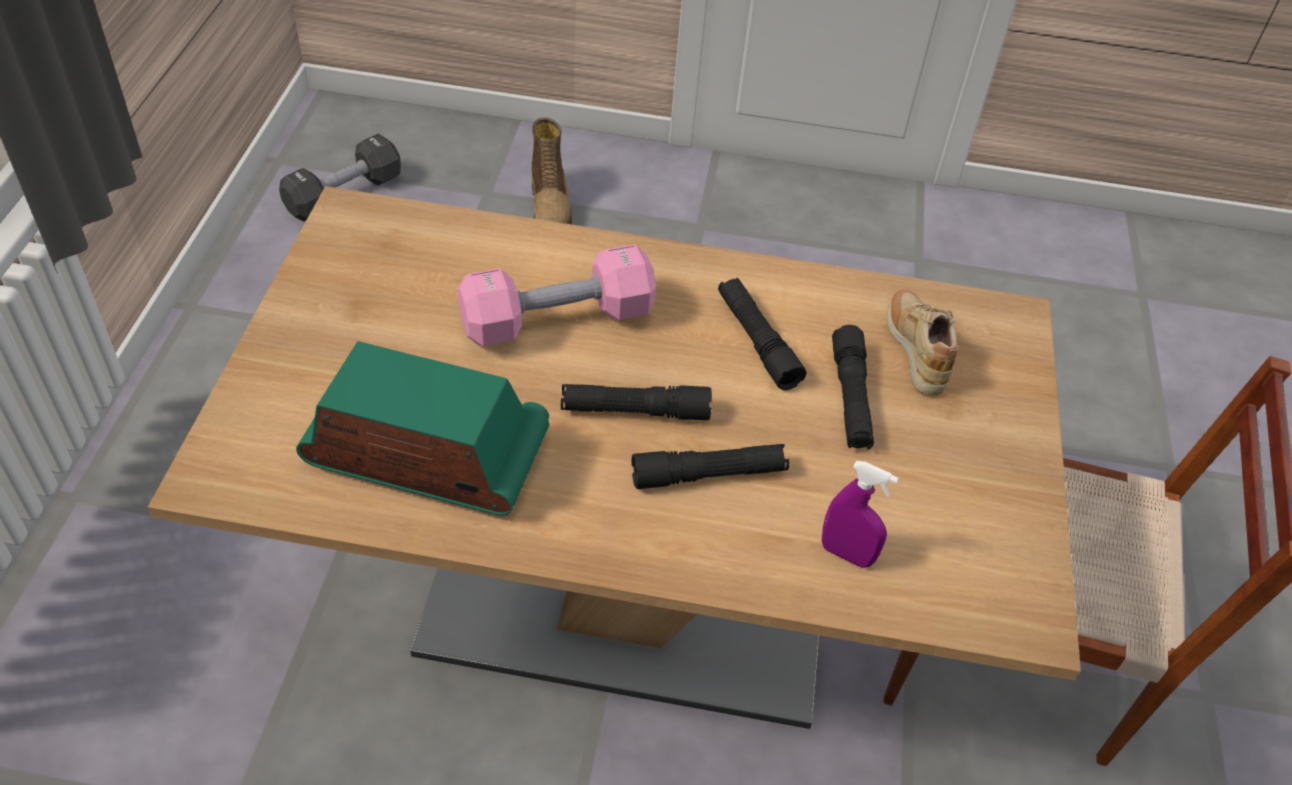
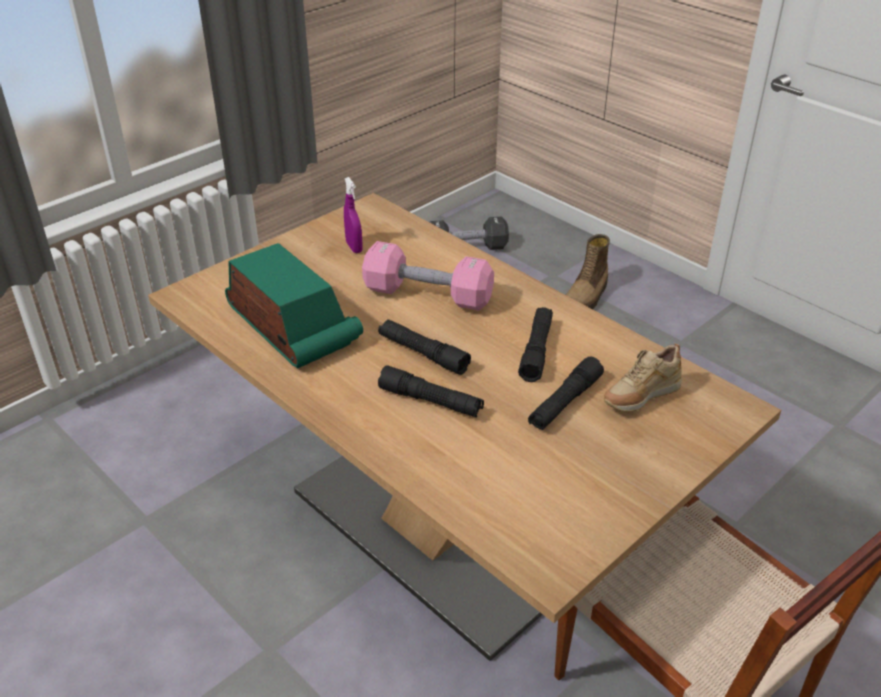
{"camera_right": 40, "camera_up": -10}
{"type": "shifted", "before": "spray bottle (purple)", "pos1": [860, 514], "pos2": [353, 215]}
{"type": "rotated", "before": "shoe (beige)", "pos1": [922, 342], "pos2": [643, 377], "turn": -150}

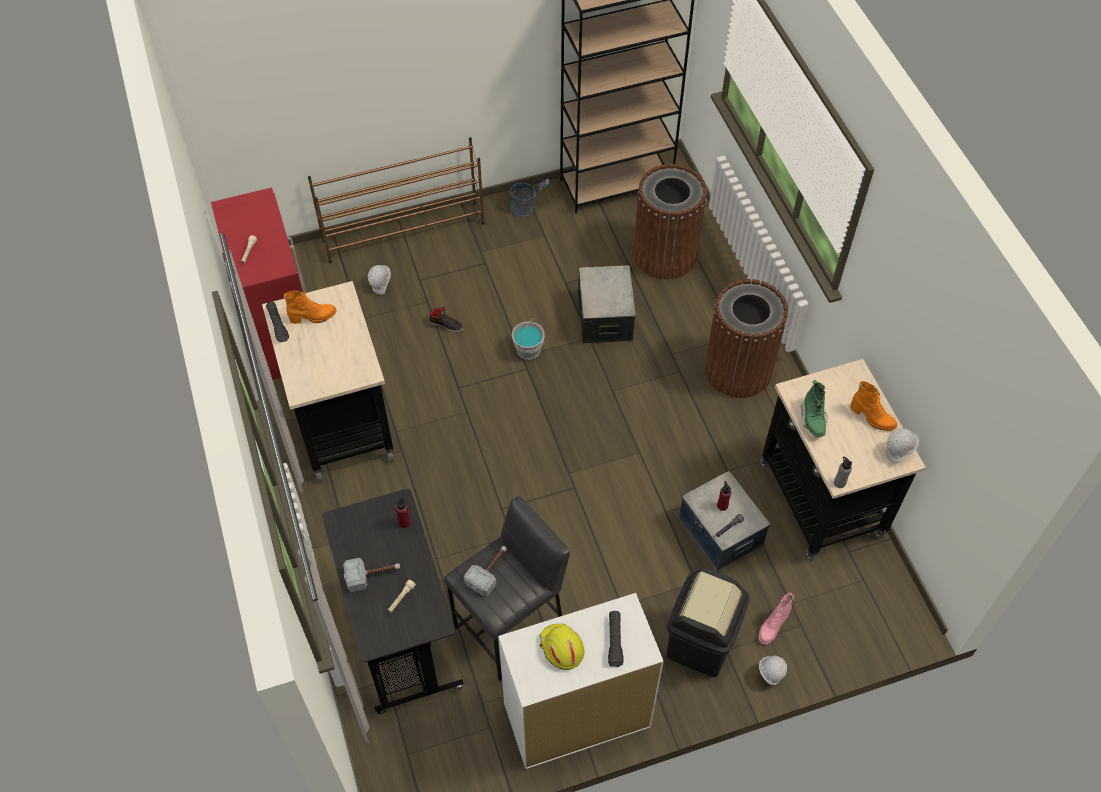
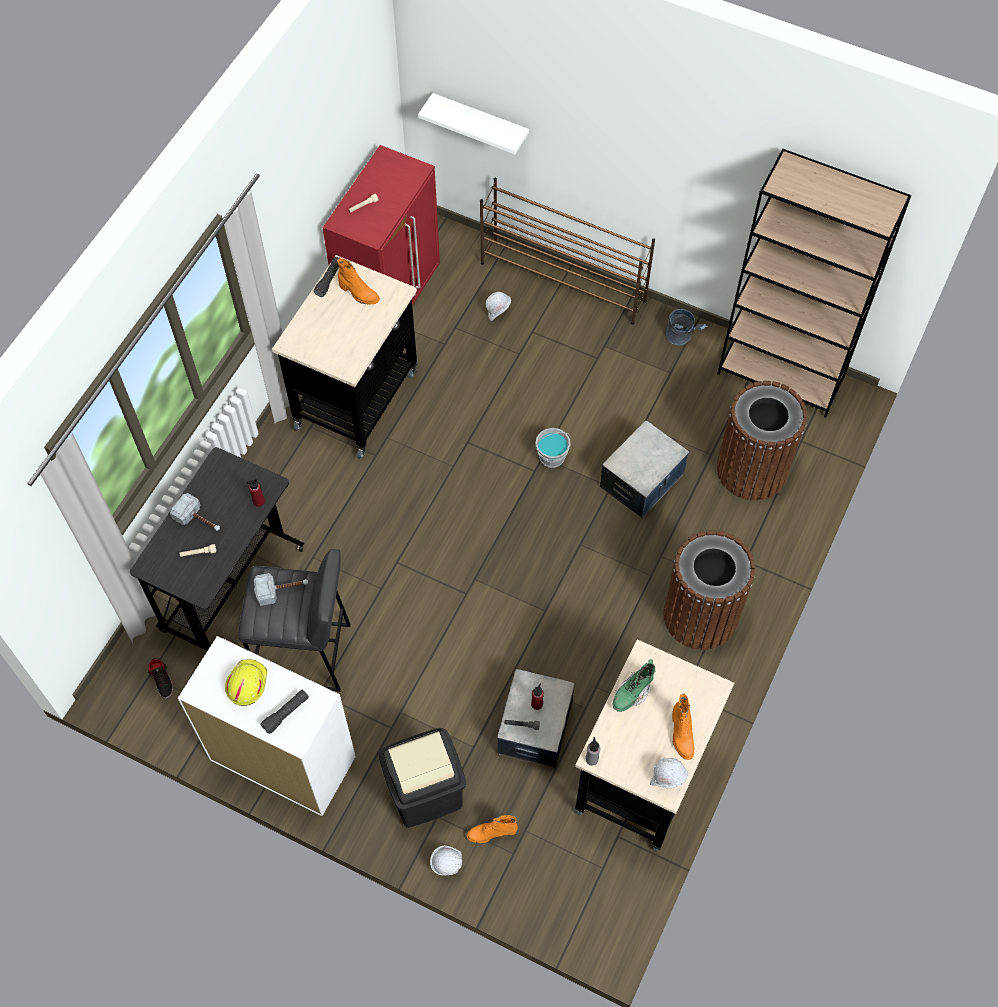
{"camera_right": 45, "camera_up": 5}
{"type": "new", "after": "shelf (white)", "pos2": [473, 123]}
{"type": "shifted", "before": "shoe (black)", "pos1": [446, 319], "pos2": [160, 678]}
{"type": "repainted", "before": "boot (pink)", "after": "boot (orange)", "pos1": [776, 619], "pos2": [492, 829]}

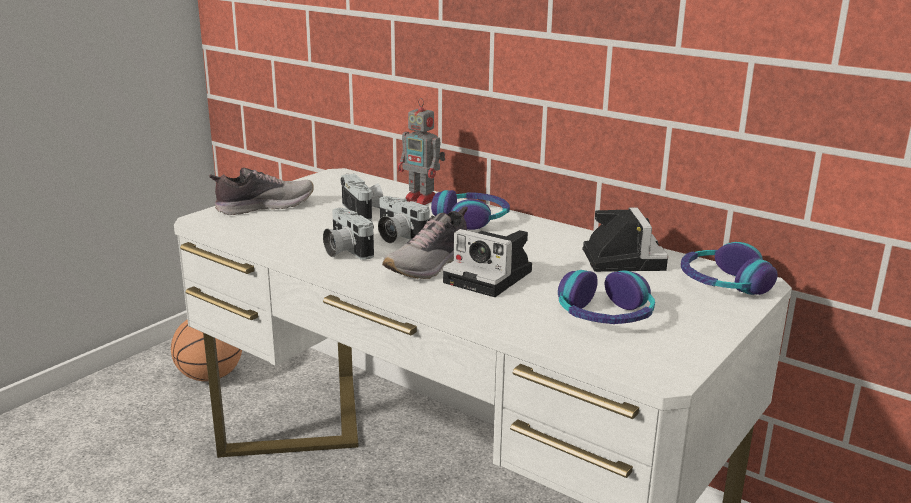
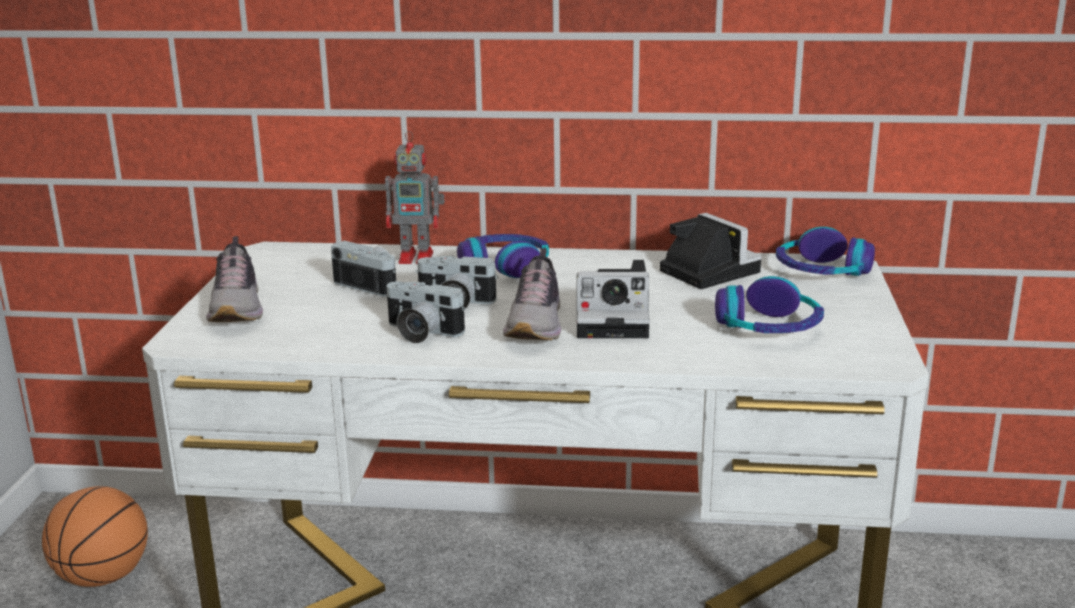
{"camera_right": -30, "camera_up": 0}
{"type": "rotated", "before": "shoe", "pos1": [261, 191], "pos2": [234, 279], "turn": 135}

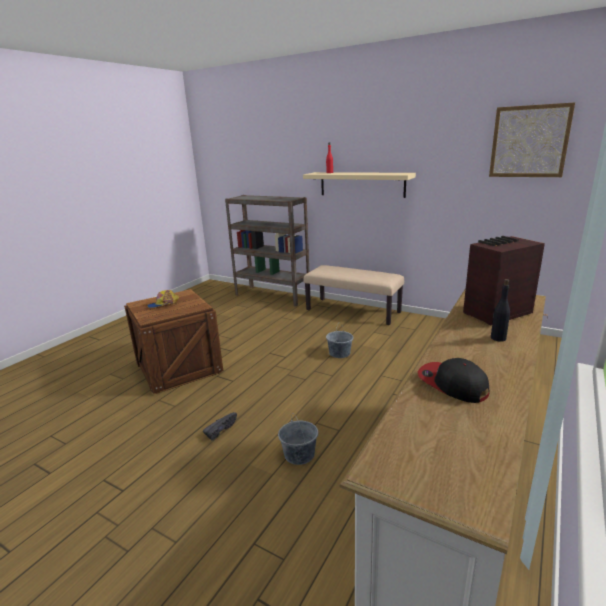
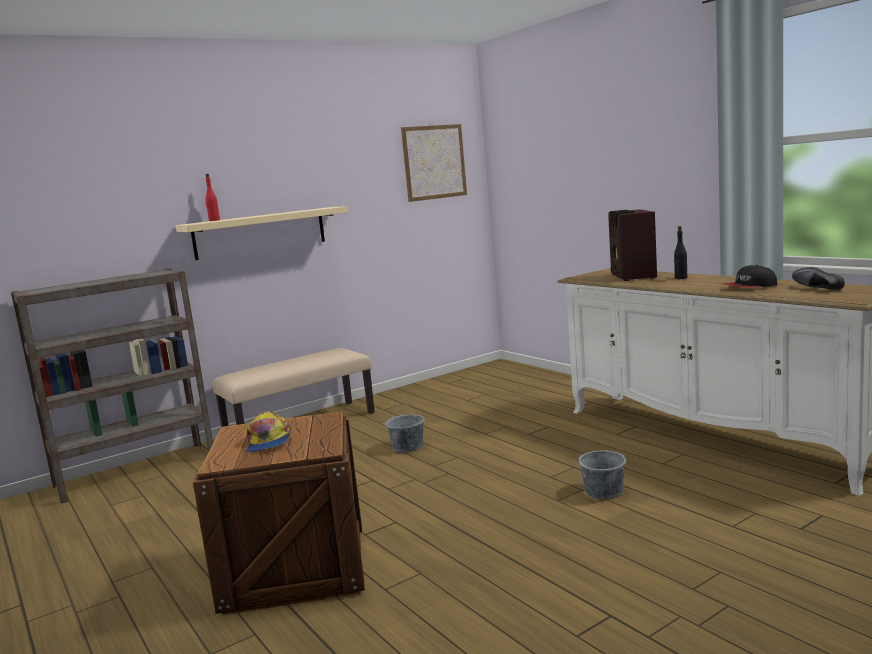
{"camera_right": -65, "camera_up": -10}
{"type": "shifted", "before": "shoe (black)", "pos1": [220, 426], "pos2": [818, 278]}

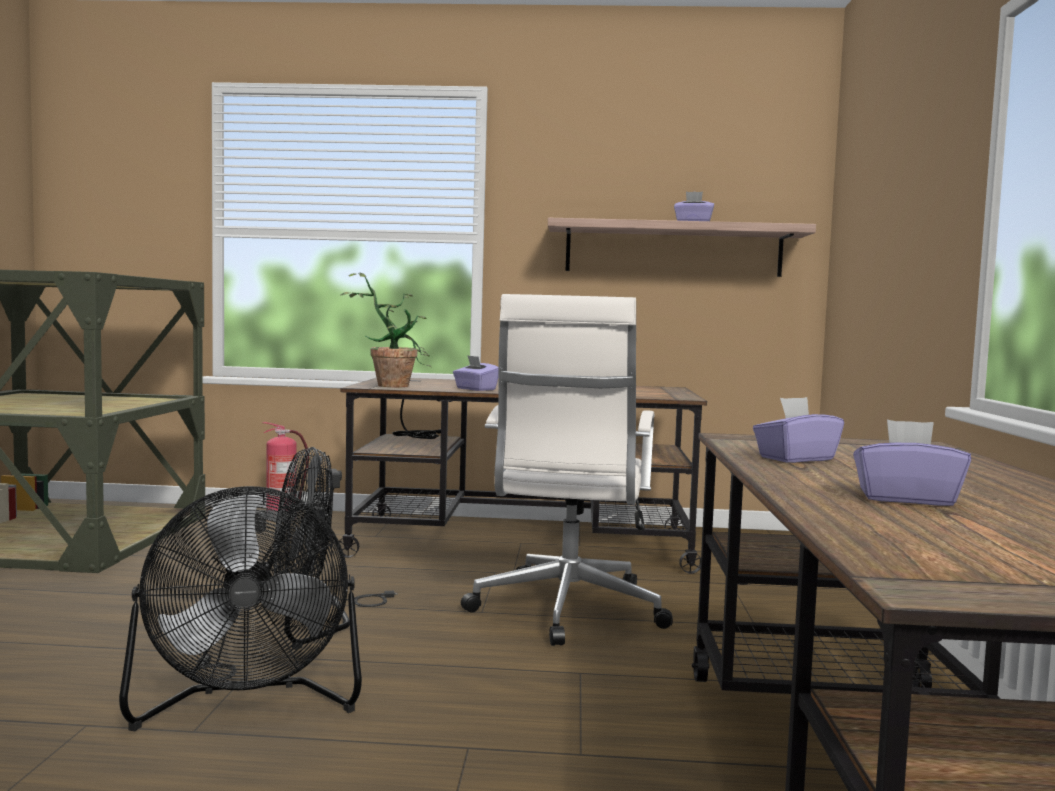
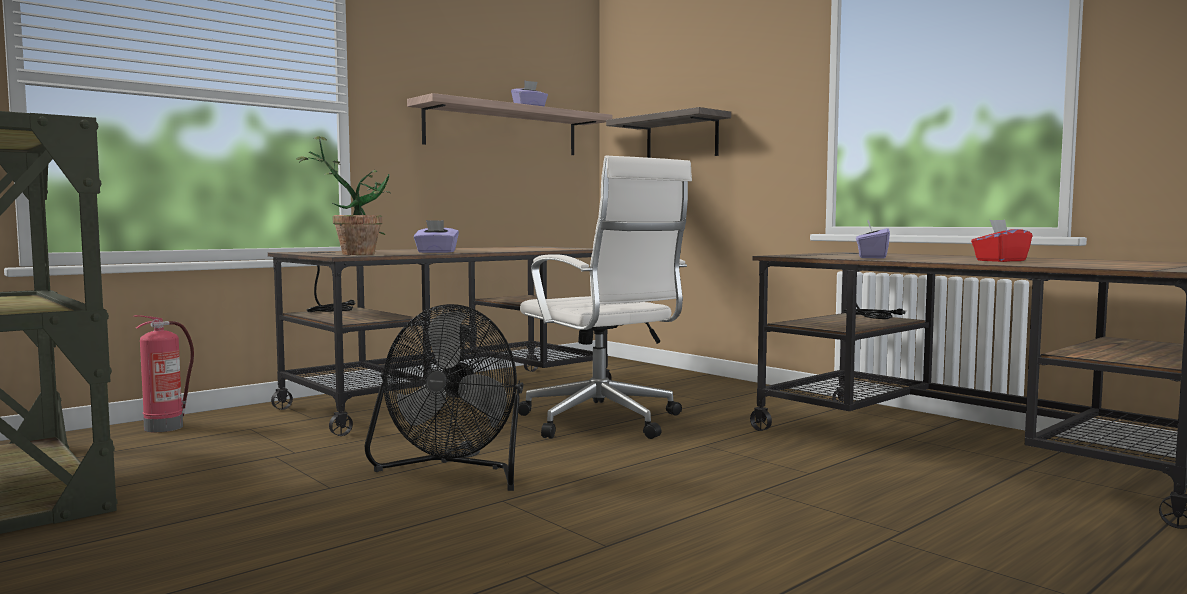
{"camera_right": -45, "camera_up": 0}
{"type": "gone", "before": "fan (black)", "pos1": [240, 608]}
{"type": "new", "after": "shelf", "pos2": [668, 132]}
{"type": "repainted", "before": "tissue box (purple)", "after": "tissue box (red)", "pos1": [912, 463], "pos2": [1002, 241]}

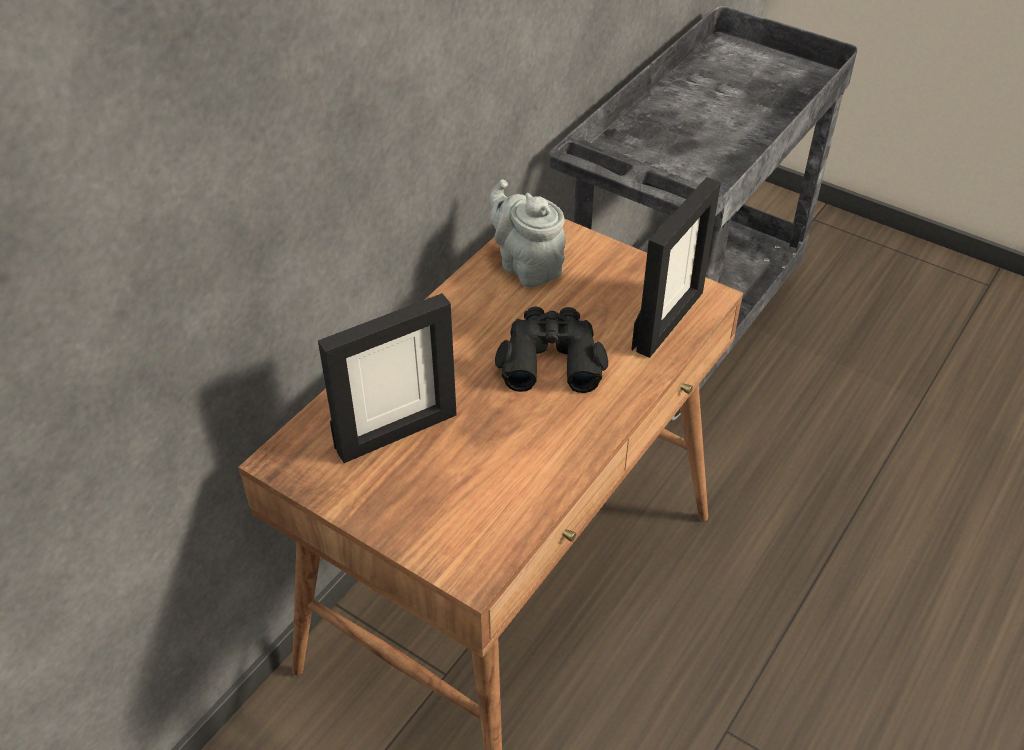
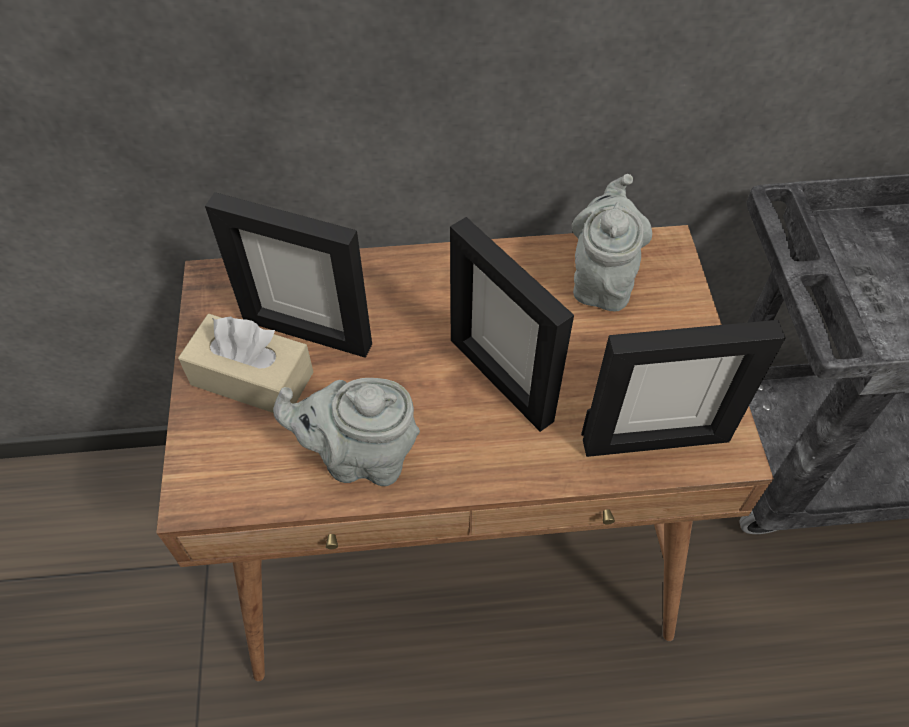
{"camera_right": 50, "camera_up": 10}
{"type": "new", "after": "tissue box (beige)", "pos2": [245, 363]}
{"type": "new", "after": "teapot (grey)", "pos2": [346, 432]}
{"type": "swapped", "before": "binoculars (black)", "after": "picture frame", "pos1": [551, 350], "pos2": [512, 324]}

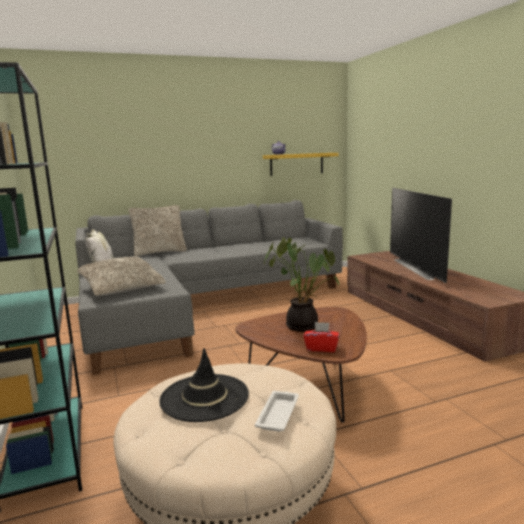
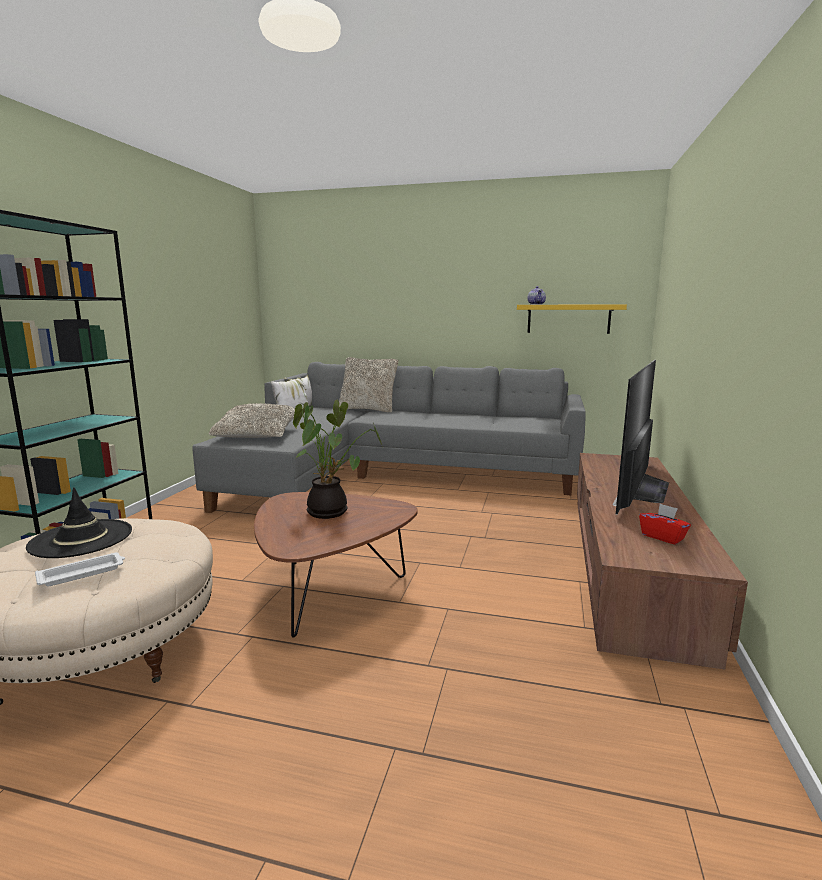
{"camera_right": 35, "camera_up": 0}
{"type": "shifted", "before": "tissue box (red)", "pos1": [321, 337], "pos2": [665, 524]}

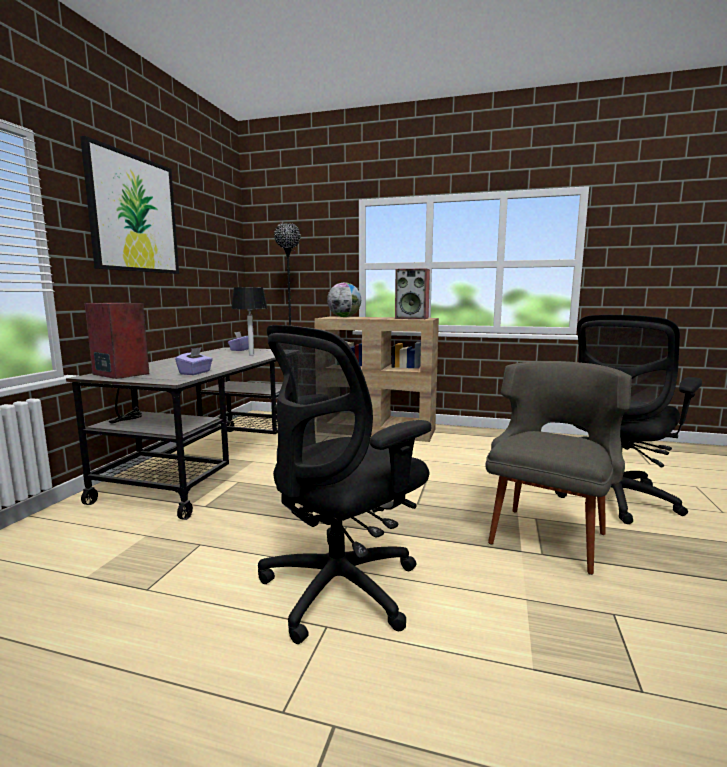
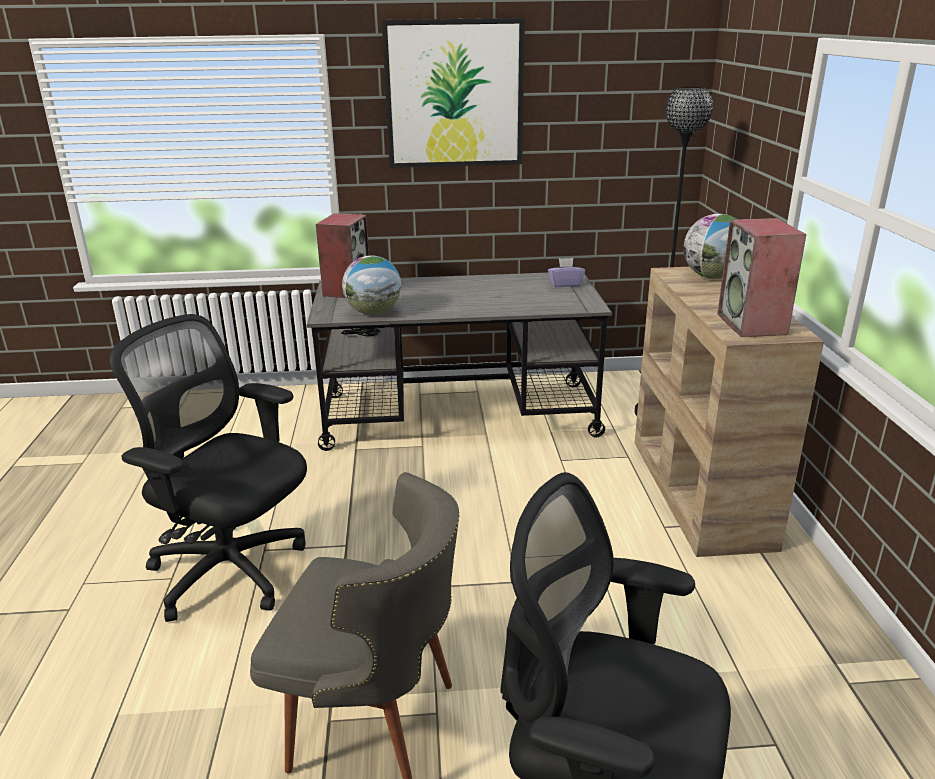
{"camera_right": 70, "camera_up": 15}
{"type": "gone", "before": "table lamp", "pos1": [249, 321]}
{"type": "swapped", "before": "tissue box (purple)", "after": "globe", "pos1": [194, 361], "pos2": [371, 285]}

